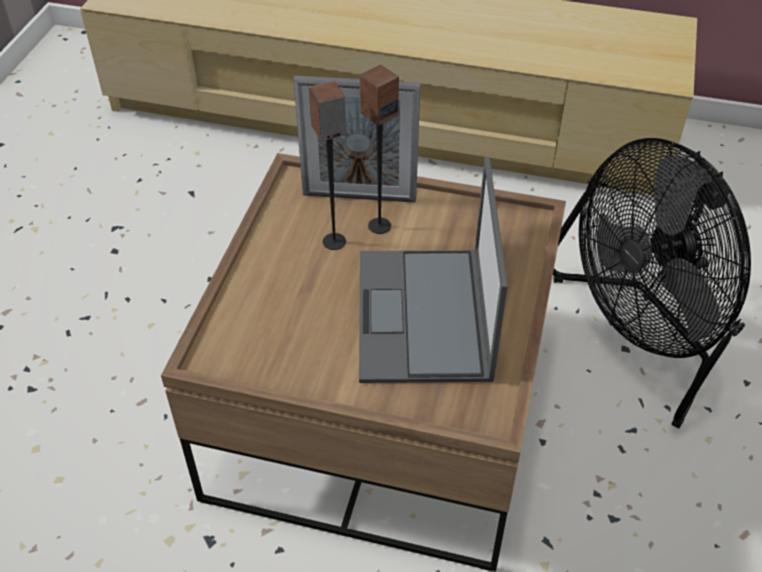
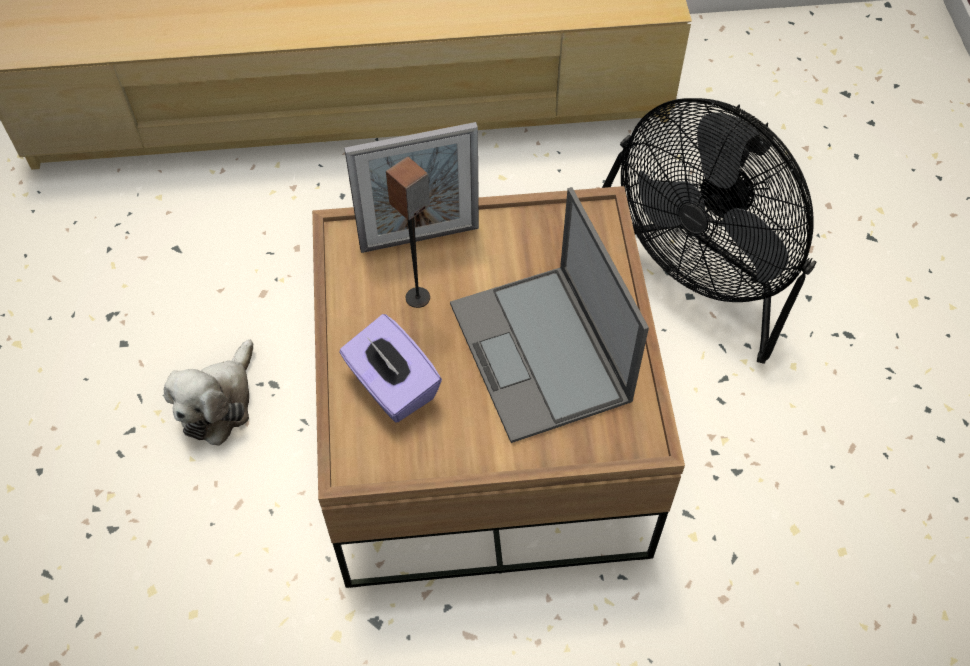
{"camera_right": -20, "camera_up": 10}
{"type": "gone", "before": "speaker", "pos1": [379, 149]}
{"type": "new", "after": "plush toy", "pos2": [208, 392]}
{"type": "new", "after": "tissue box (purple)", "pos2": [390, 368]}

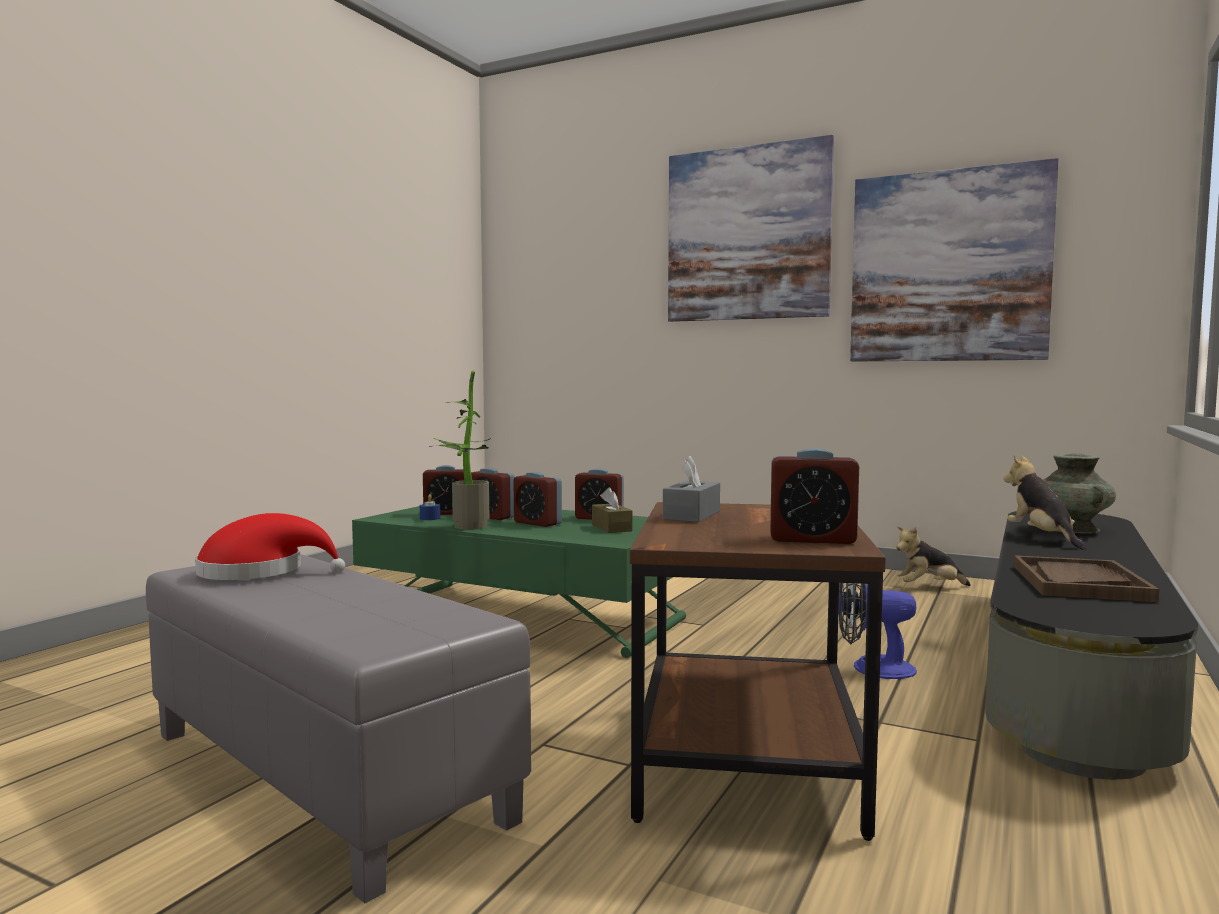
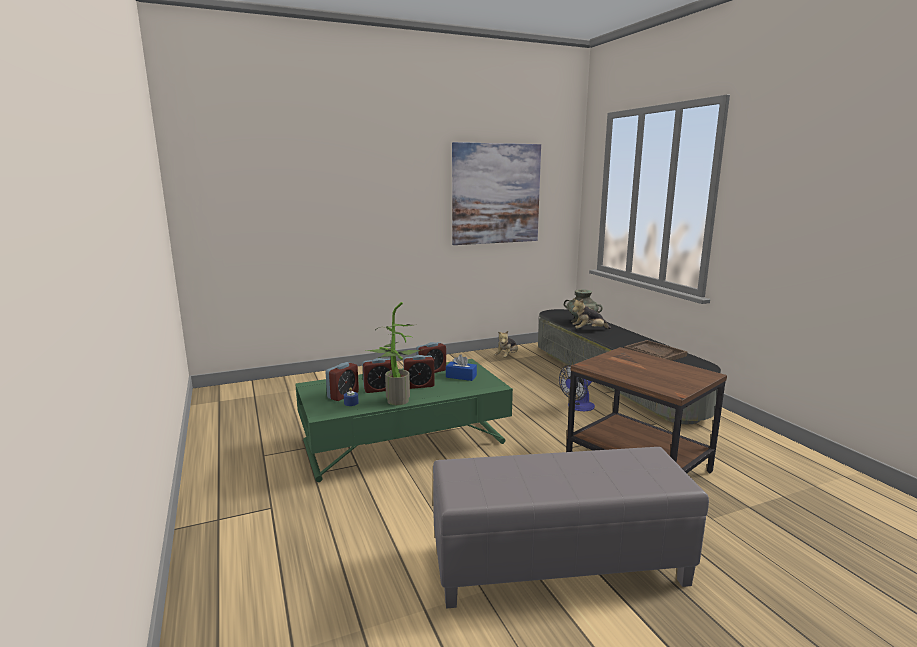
{"camera_right": -50, "camera_up": 10}
{"type": "gone", "before": "hat (red)", "pos1": [270, 546]}
{"type": "gone", "before": "tissue box (grey)", "pos1": [691, 489]}
{"type": "gone", "before": "picture", "pos1": [751, 228]}
{"type": "gone", "before": "alarm clock", "pos1": [814, 496]}
{"type": "repainted", "before": "tissue box (brown)", "after": "tissue box (blue)", "pos1": [612, 510], "pos2": [461, 367]}
{"type": "rotated", "before": "plush toy", "pos1": [1045, 502], "pos2": [591, 313], "turn": -45}

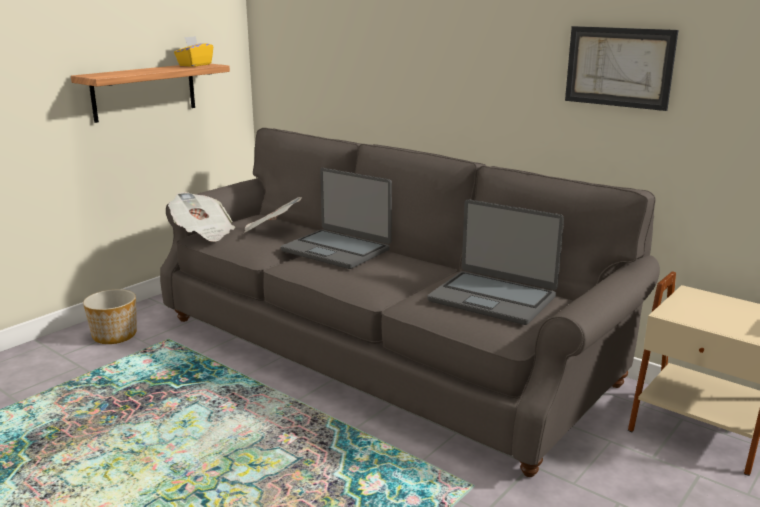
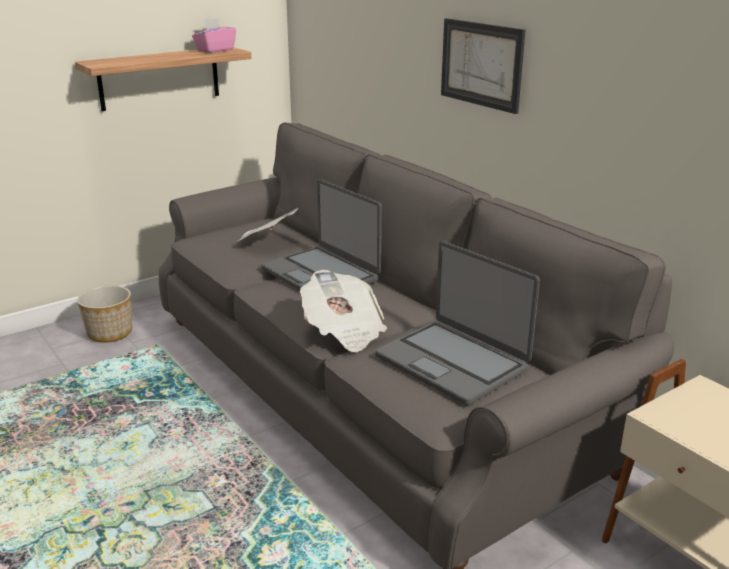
{"camera_right": 15, "camera_up": 5}
{"type": "shifted", "before": "newspaper", "pos1": [201, 217], "pos2": [343, 311]}
{"type": "shifted", "before": "picture", "pos1": [621, 68], "pos2": [483, 66]}
{"type": "repainted", "before": "tissue box (yellow)", "after": "tissue box (pink)", "pos1": [193, 51], "pos2": [214, 35]}

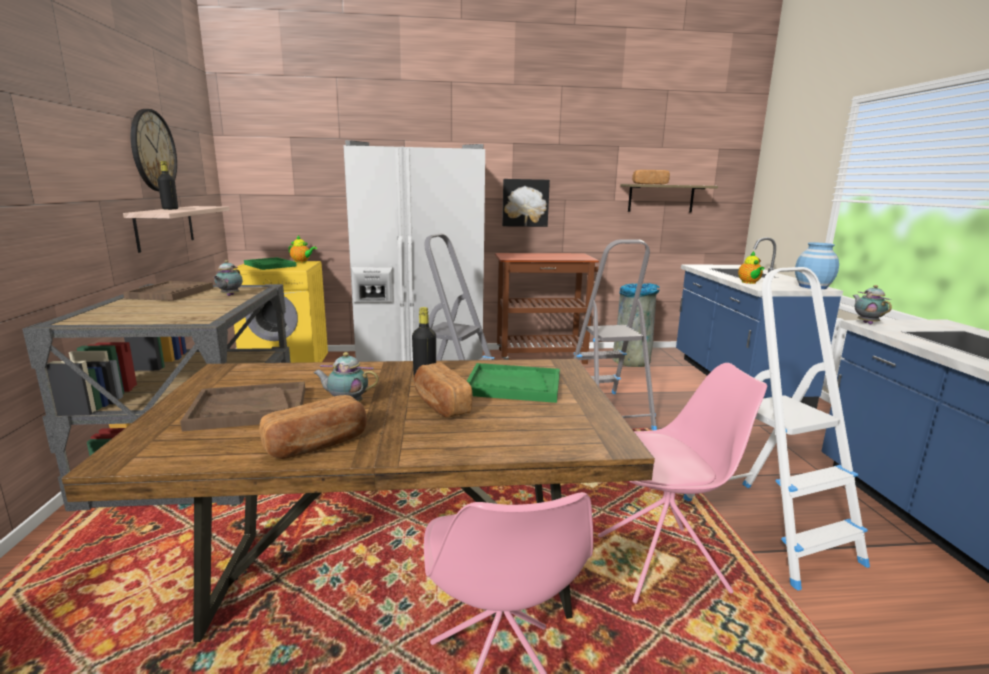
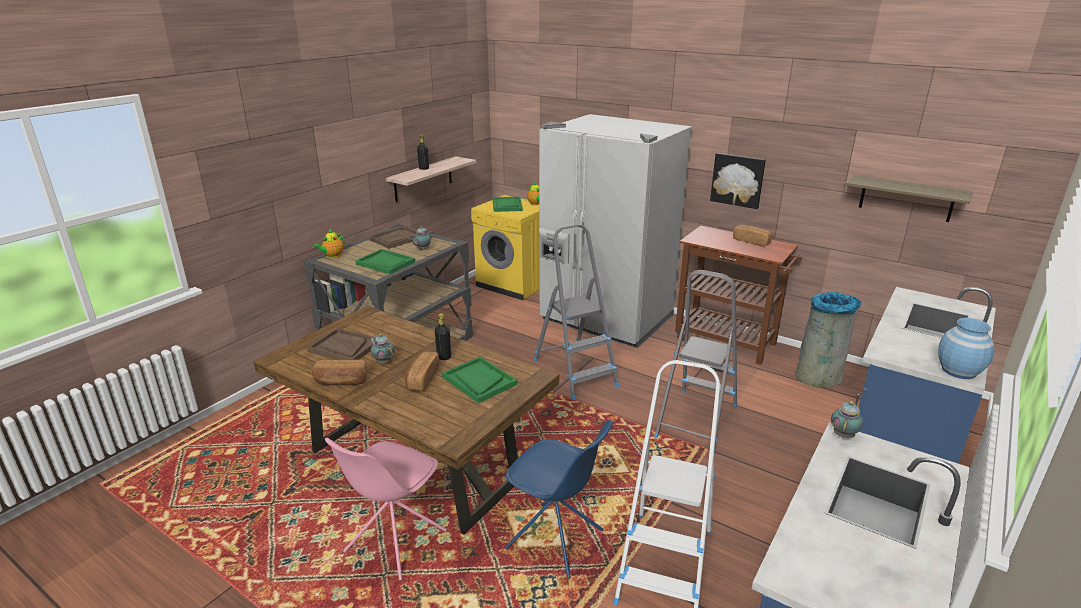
{"camera_right": 40, "camera_up": 10}
{"type": "gone", "before": "wall clock", "pos1": [153, 150]}
{"type": "new", "after": "tray (green)", "pos2": [385, 261]}
{"type": "shifted", "before": "bread", "pos1": [651, 177], "pos2": [752, 236]}
{"type": "shifted", "before": "teapot", "pos1": [751, 267], "pos2": [329, 243]}
{"type": "repainted", "before": "chair (pink)", "after": "chair (blue)", "pos1": [682, 483], "pos2": [559, 499]}

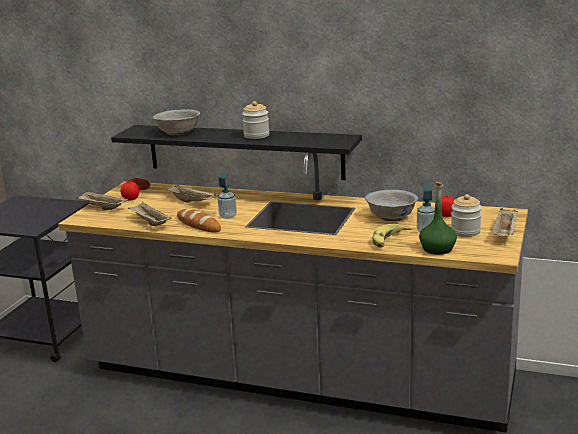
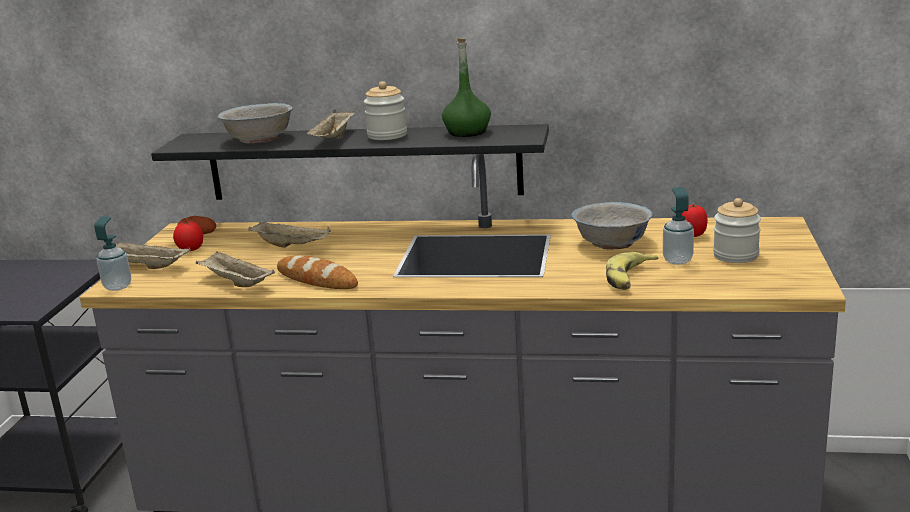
{"camera_right": -10, "camera_up": 0}
{"type": "shifted", "before": "soap dispenser", "pos1": [227, 195], "pos2": [112, 253]}
{"type": "shifted", "before": "bottle (green)", "pos1": [438, 218], "pos2": [466, 87]}
{"type": "shifted", "before": "tray (beige)", "pos1": [505, 222], "pos2": [330, 123]}

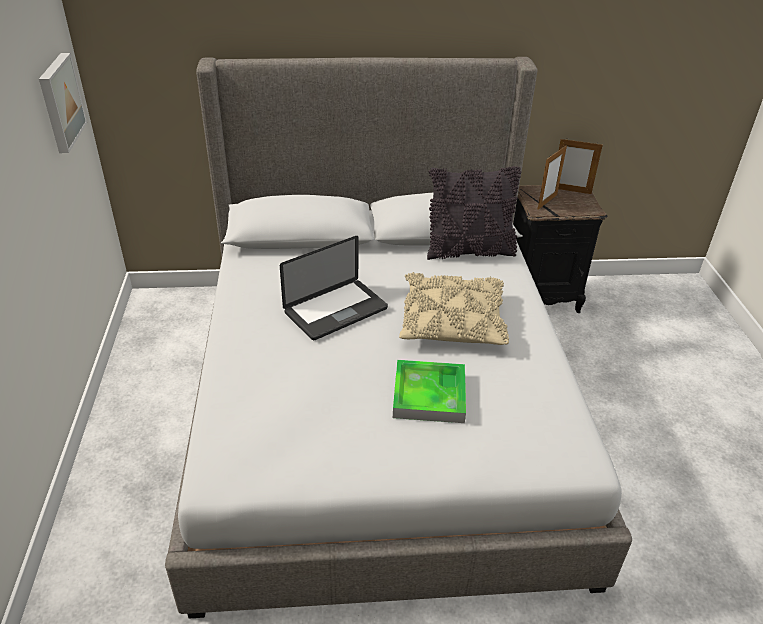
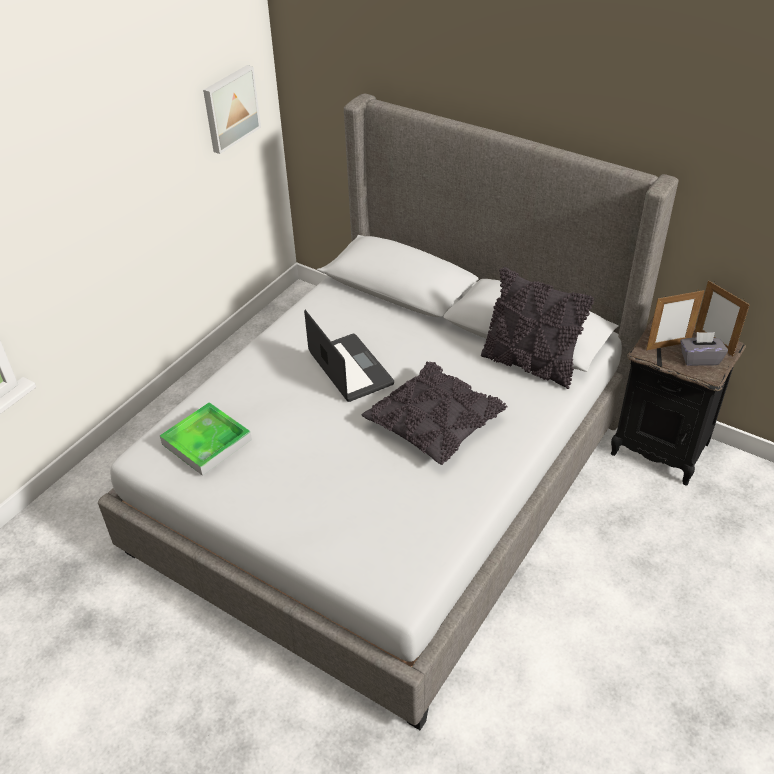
{"camera_right": 40, "camera_up": 5}
{"type": "new", "after": "tissue box (grey)", "pos2": [704, 349]}
{"type": "shifted", "before": "tray", "pos1": [429, 391], "pos2": [206, 439]}
{"type": "repainted", "before": "pillow (beige)", "after": "pillow (black)", "pos1": [454, 308], "pos2": [435, 413]}
{"type": "rotated", "before": "laptop", "pos1": [334, 288], "pos2": [349, 356], "turn": -120}

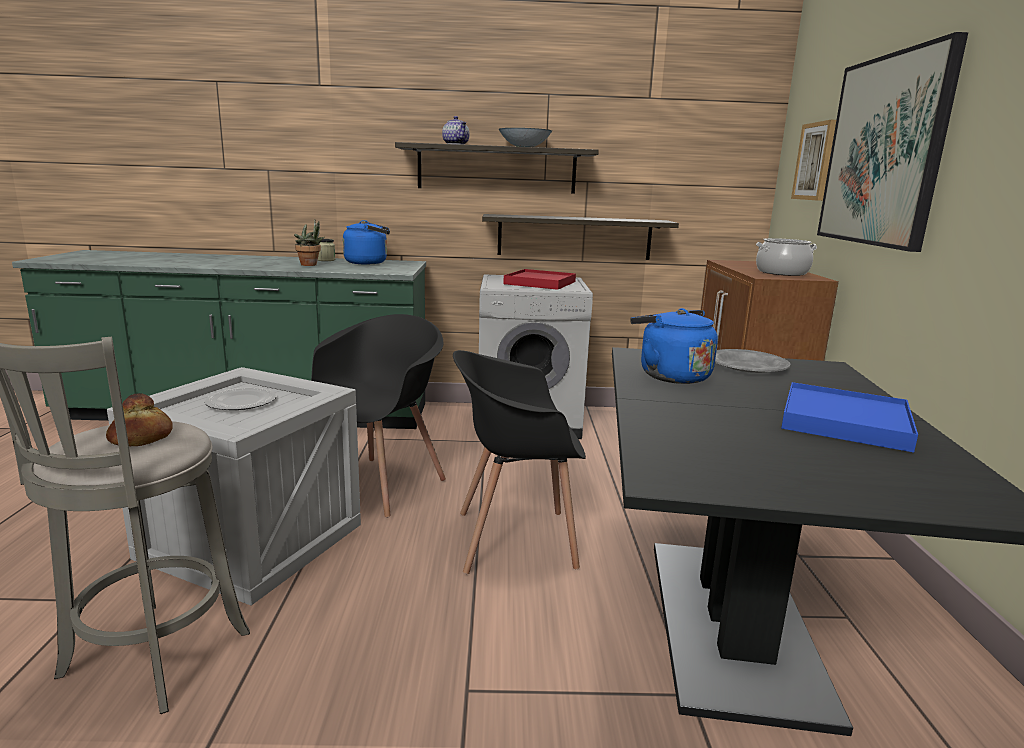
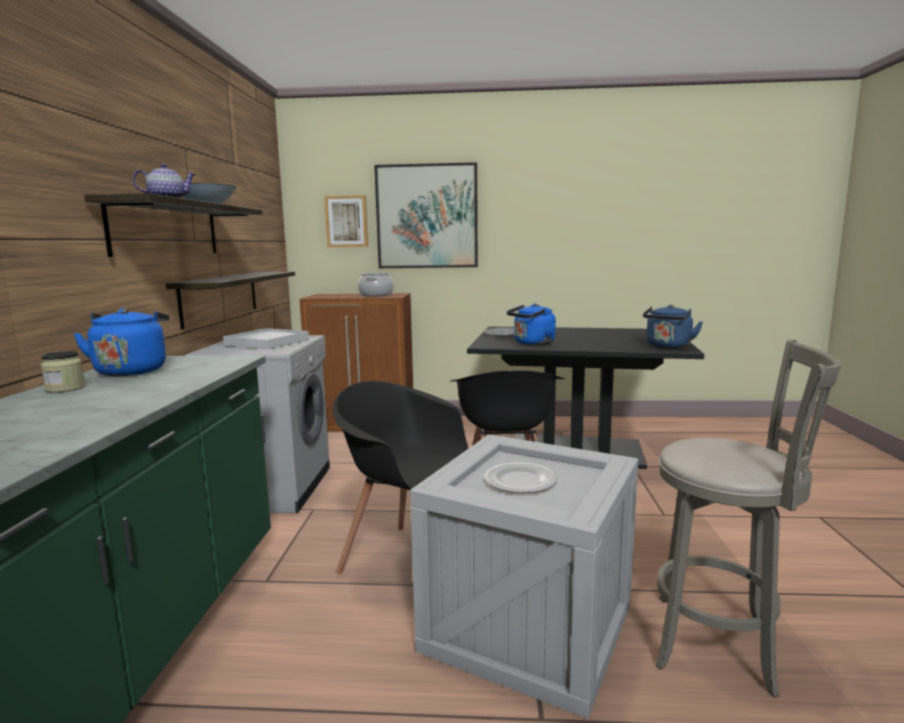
{"camera_right": -85, "camera_up": -5}
{"type": "gone", "before": "bread", "pos1": [139, 419]}
{"type": "gone", "before": "potted plant", "pos1": [309, 243]}
{"type": "gone", "before": "tray (blue)", "pos1": [849, 417]}
{"type": "new", "after": "kettle (blue)", "pos2": [673, 326]}
{"type": "repainted", "before": "tray (red)", "after": "tray (white)", "pos1": [539, 279], "pos2": [266, 338]}

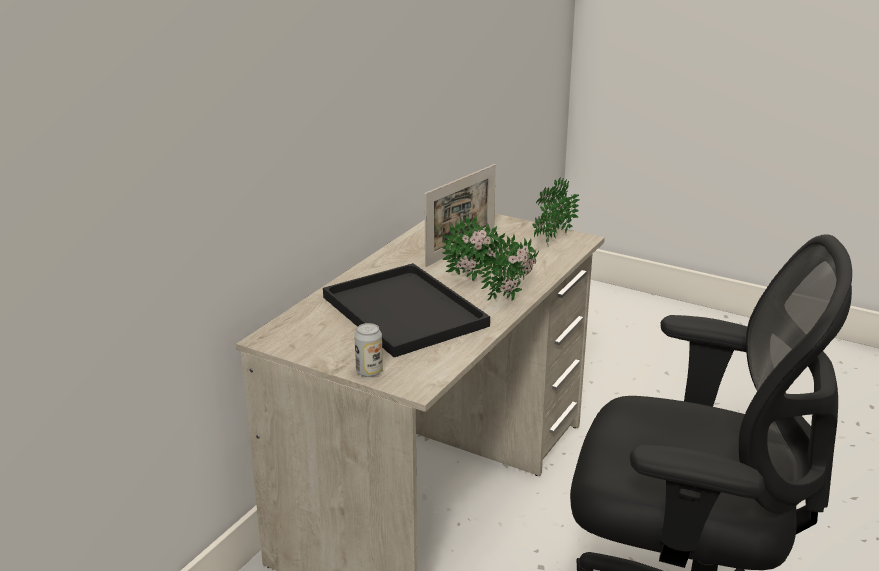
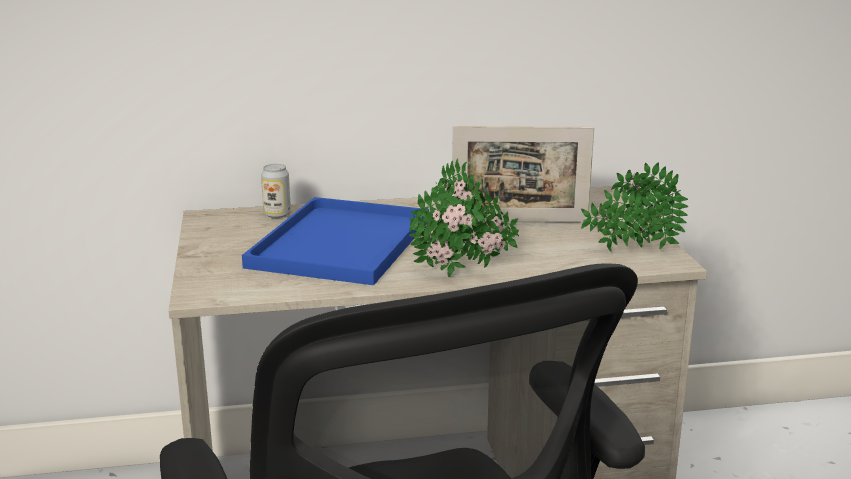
{"camera_right": 50, "camera_up": -5}
{"type": "shifted", "before": "can", "pos1": [368, 350], "pos2": [276, 191]}
{"type": "repainted", "before": "tray (black)", "after": "tray (blue)", "pos1": [406, 310], "pos2": [335, 241]}

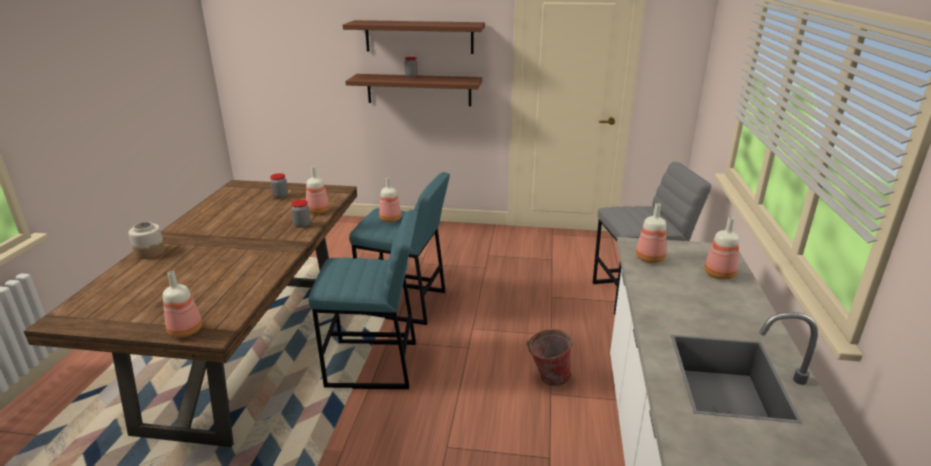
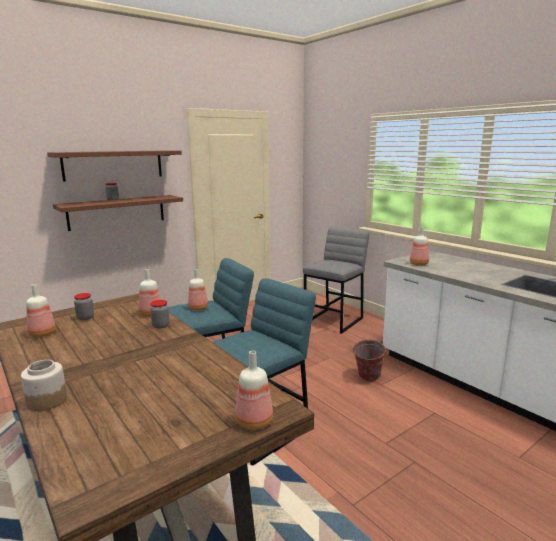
{"camera_right": -45, "camera_up": -10}
{"type": "shifted", "before": "bottle", "pos1": [721, 248], "pos2": [41, 311]}

